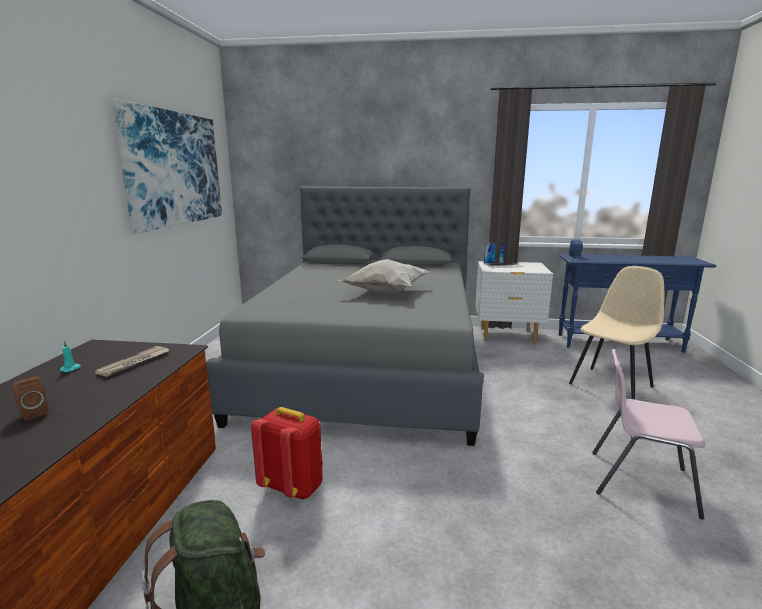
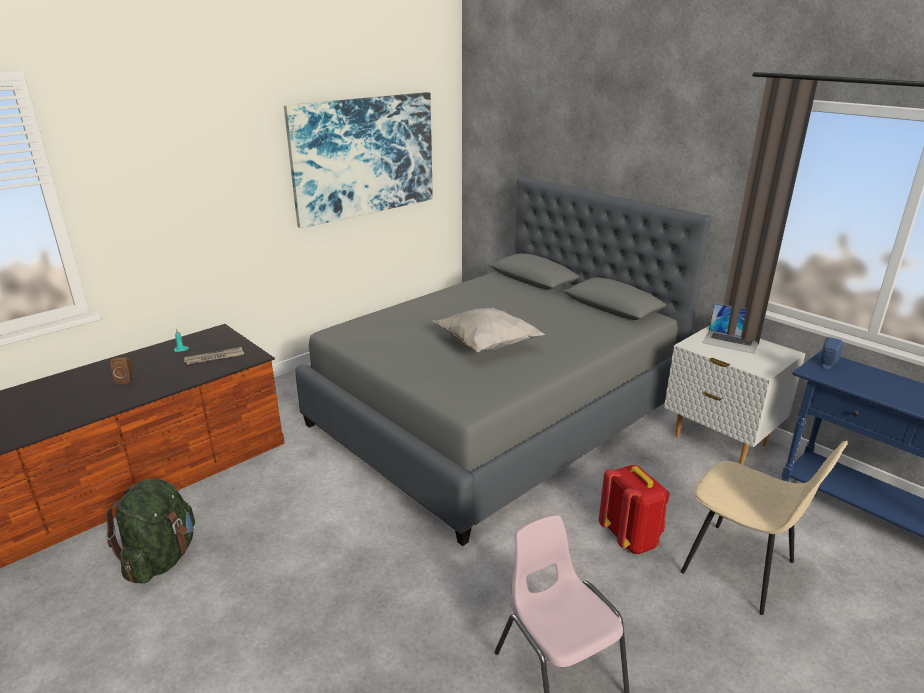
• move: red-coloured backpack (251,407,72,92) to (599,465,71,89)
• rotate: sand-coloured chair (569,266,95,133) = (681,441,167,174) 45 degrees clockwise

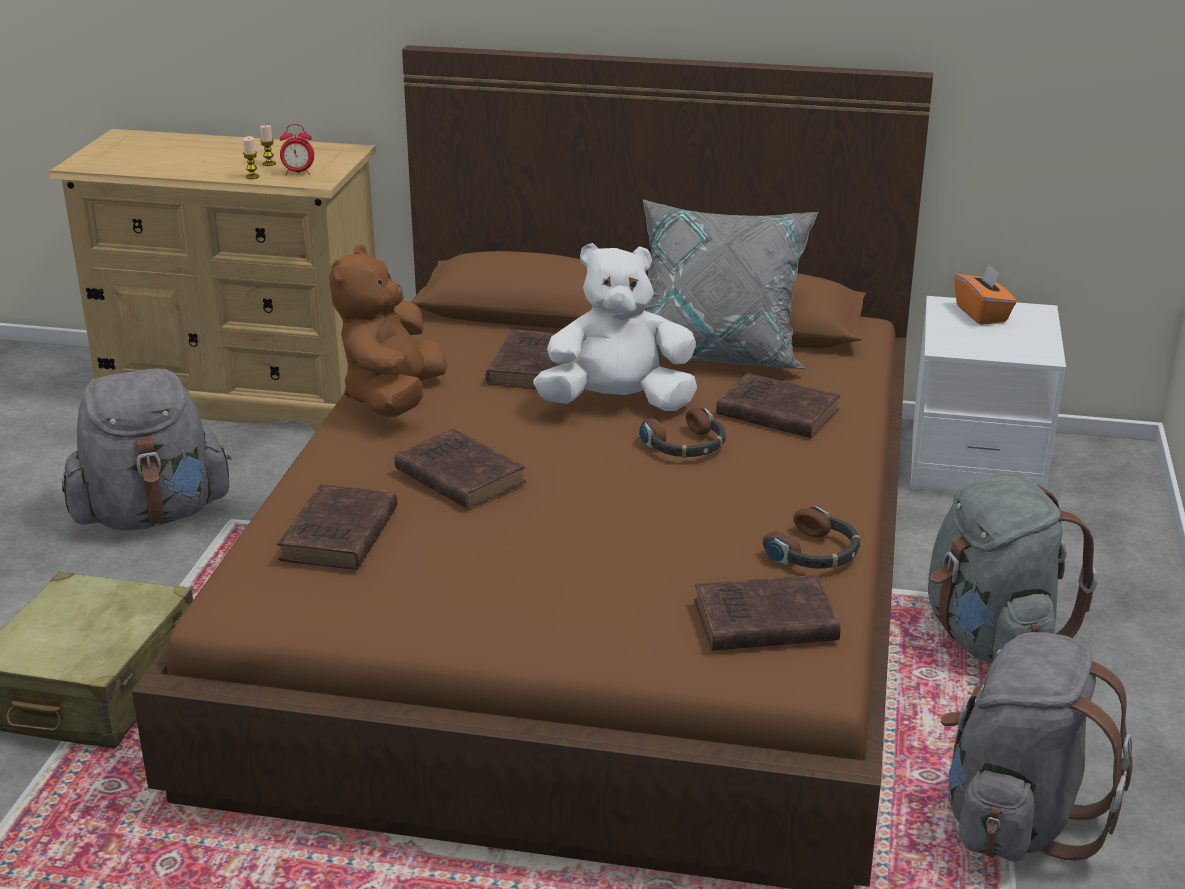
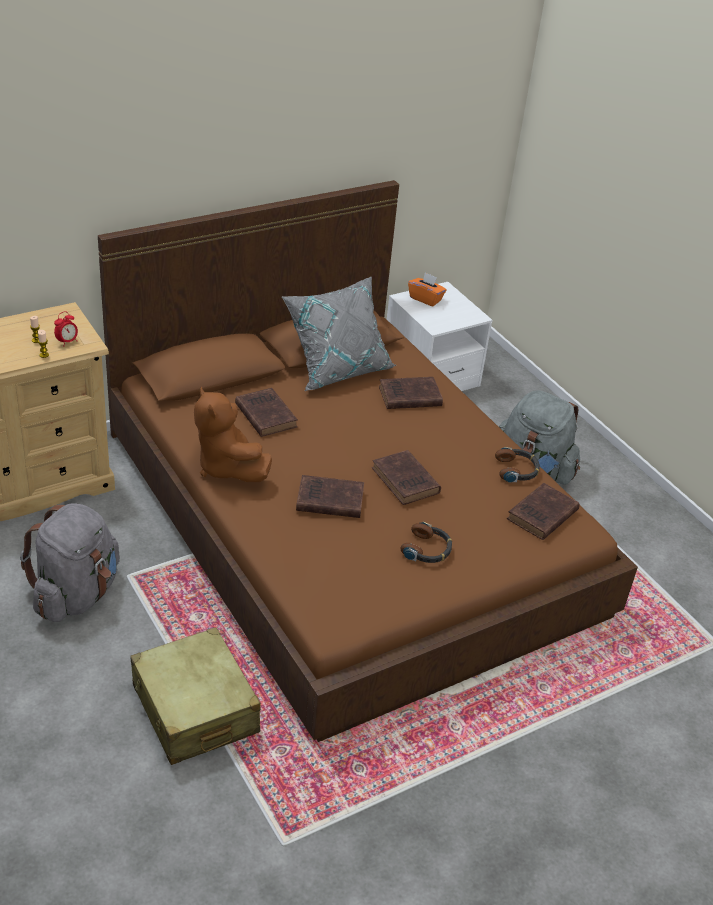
• delete: white-coloured plush toy (534,243,163,168)
• delete: gray backpack (941,632,192,230)
• move: brownish volume (277,484,121,86) to (372,450,69,55)
• move: headphones (639,408,87,50) to (400,522,52,41)

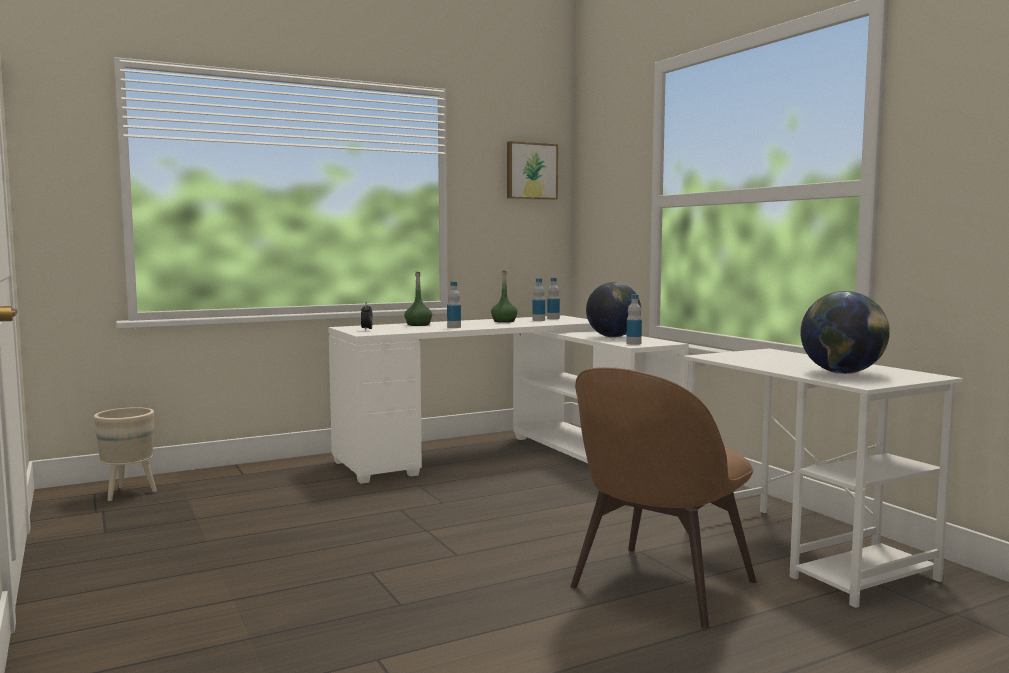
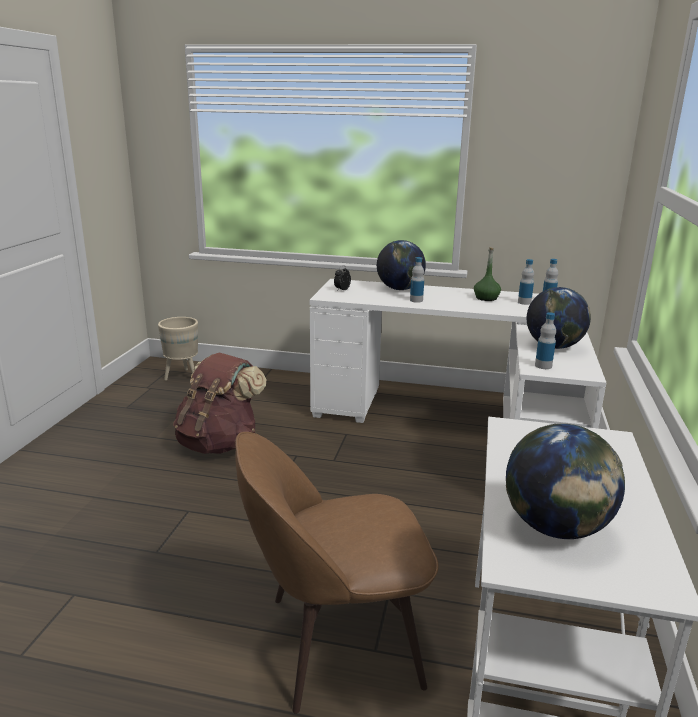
• delete: wall picture (507,141,51,59)
• insert: brownish backpack (173,352,94,102)
• replace: green bottle (404,272,28,54) to globe (377,240,49,50)

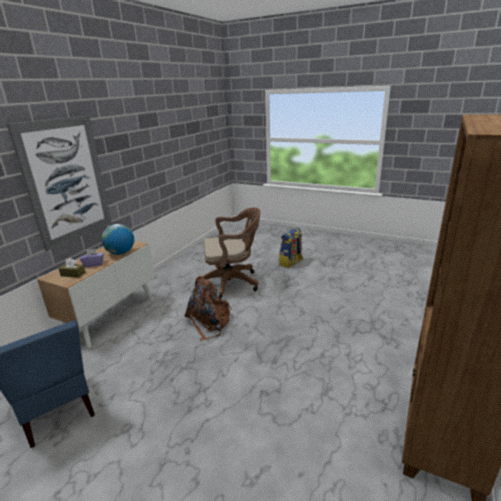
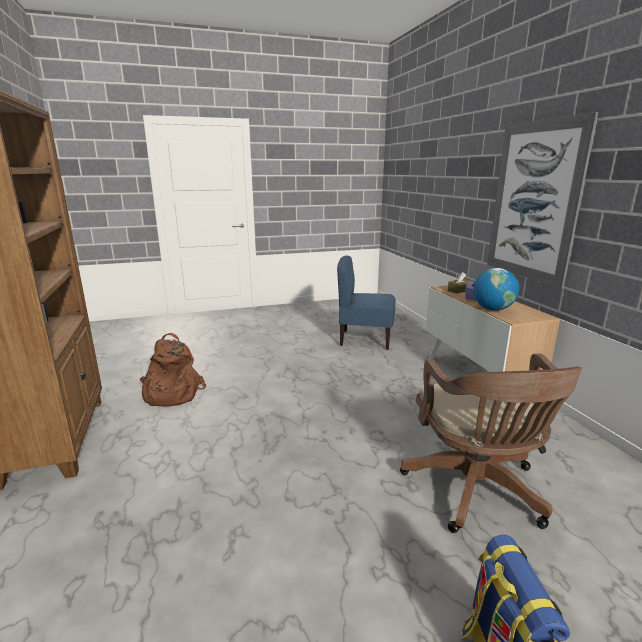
• move: brownish backpack (185,276,47,65) to (140,333,66,73)
• rotate: brownish office chair (196,207,65,93) = (400,353,182,180) 45 degrees counterclockwise

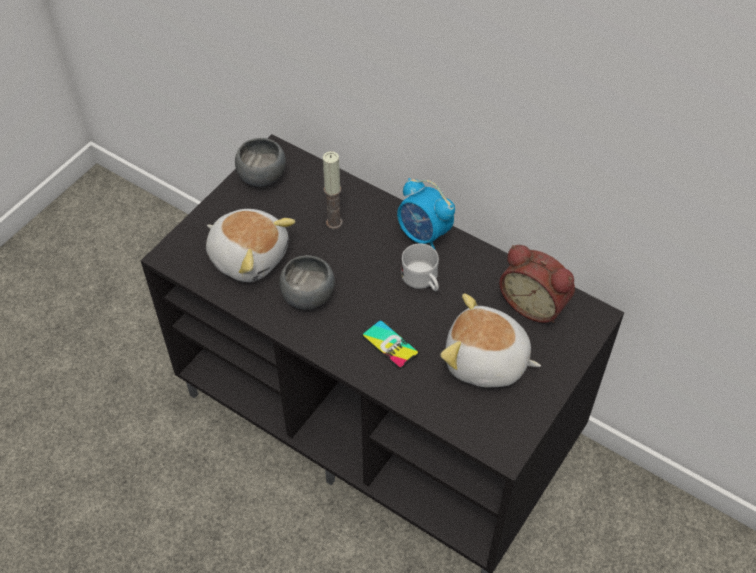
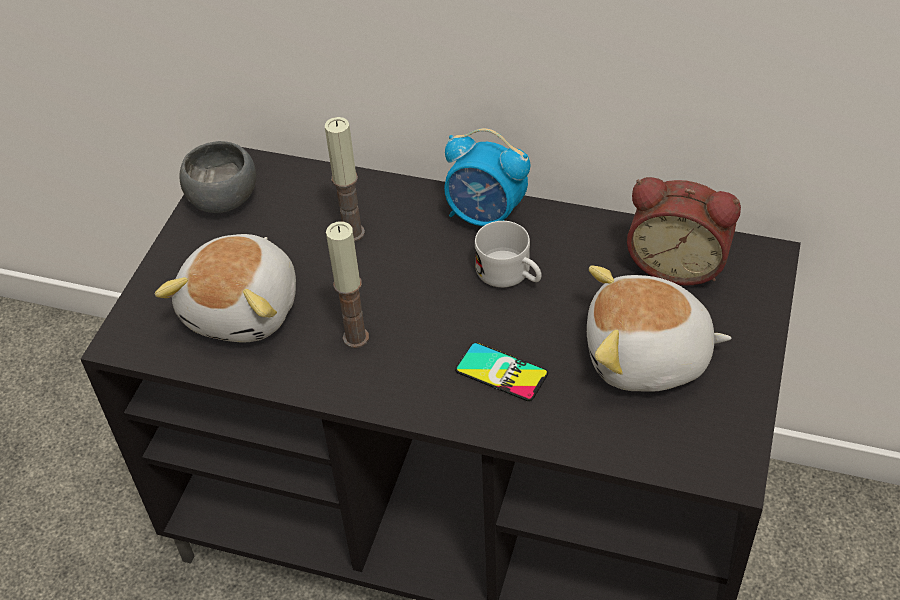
• replace: gray serving bowl (279,255,56,55) to wax candle (326,222,43,126)
• rotate: plush toy (206,209,90,73) = (155,234,141,108) 90 degrees clockwise

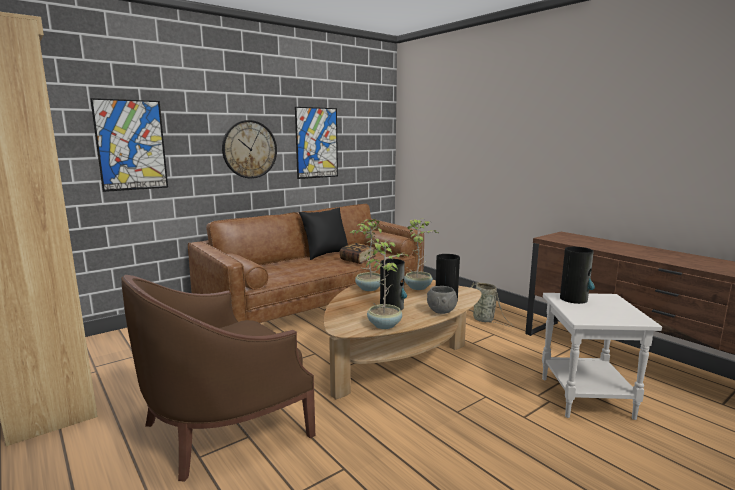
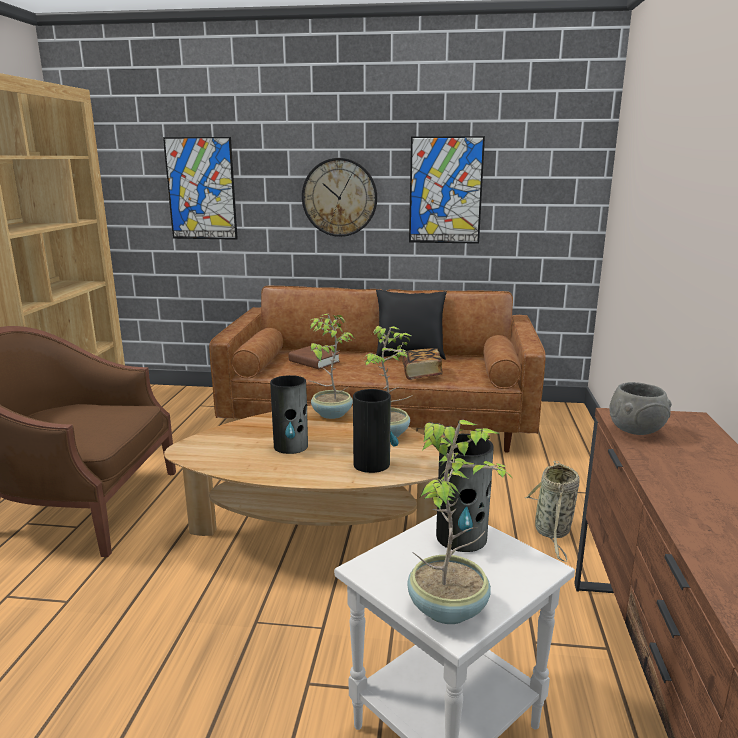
• insert: brownish volume (288,346,52,23)
• move: plant in a pot (365,240,43,89) to (407,420,107,204)
• move: gray serving bowl (427,286,30,28) to (609,382,63,53)

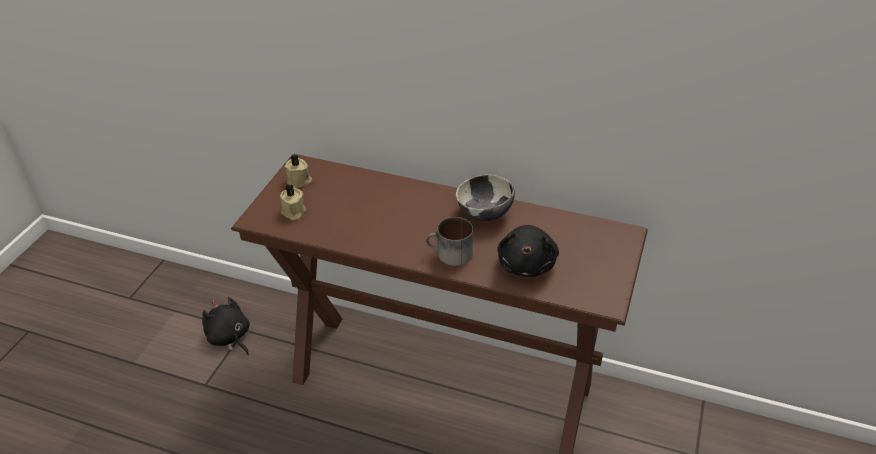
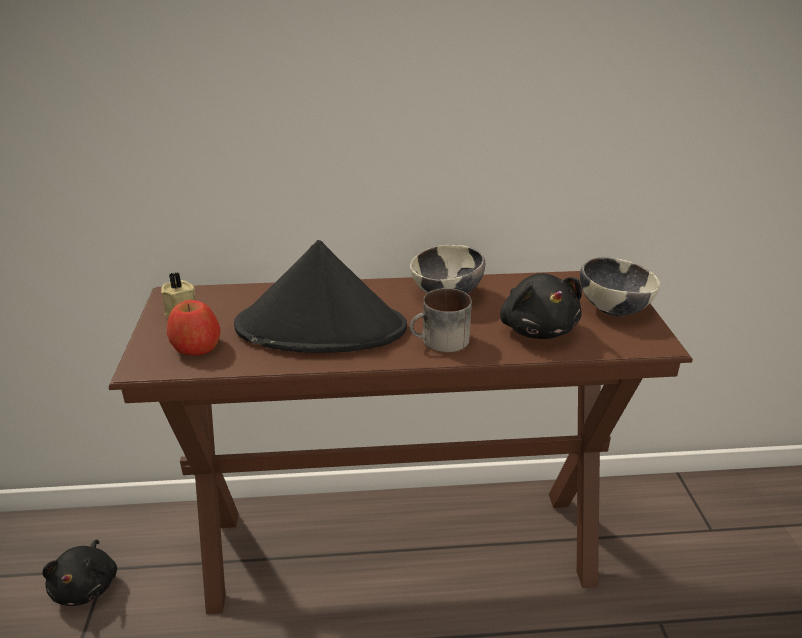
• insert: blackish hat (234,240,173,113)
• insert: serving bowl (580,257,80,59)
• replace: sand-coloured wax candle (280,185,26,35) to apple fruit (167,300,54,56)
• rotate: blackish plush toy (202,297,48,58) = (42,540,75,66) 120 degrees counterclockwise

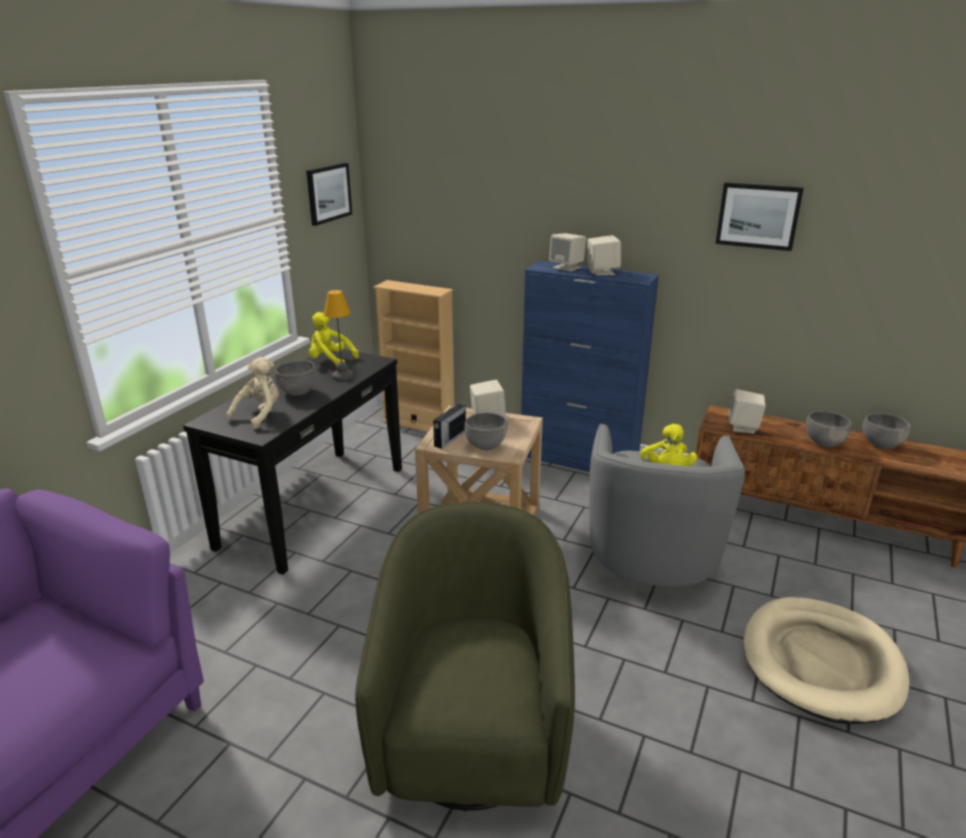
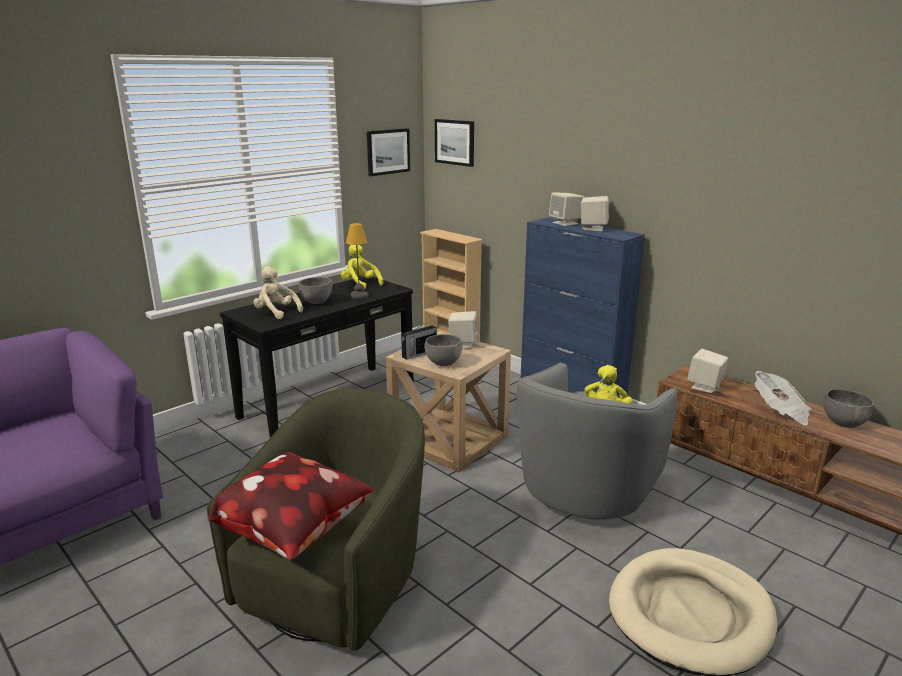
• insert: cushion (207,452,168,108)
• move: wall picture (715,182,89,69) to (435,119,39,48)
• replace: gray serving bowl (806,411,46,36) to printed paper (755,371,56,54)
• rotate: sand-coloured plush toy (226,357,53,72) = (253,266,50,53) 105 degrees counterclockwise

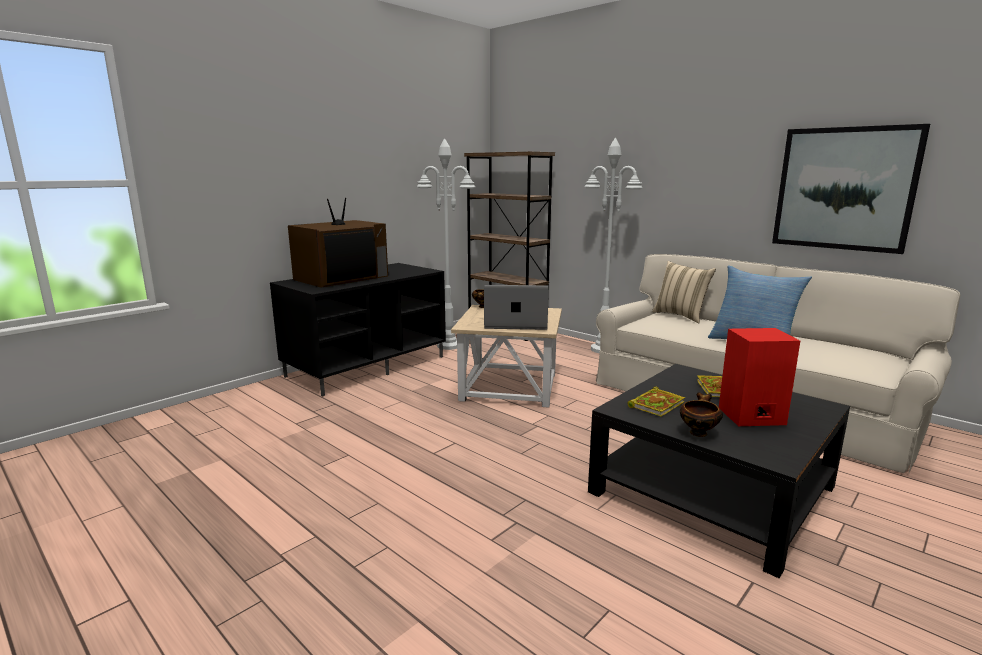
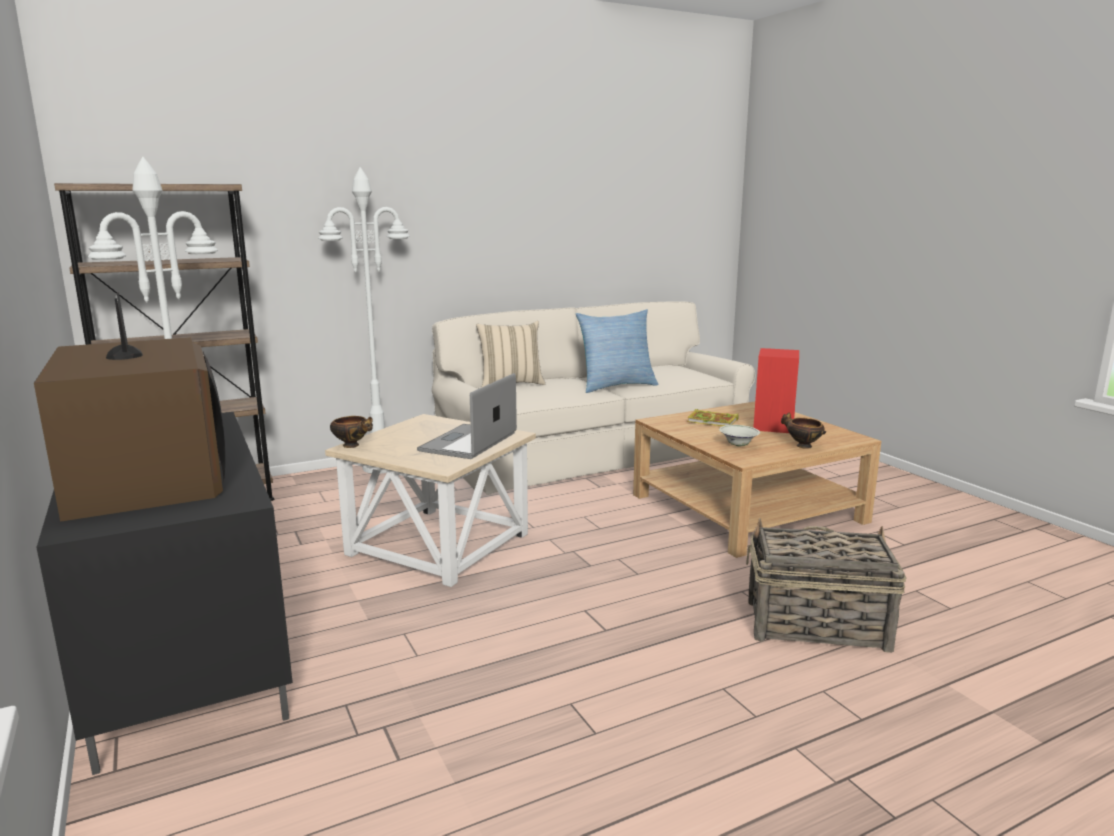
• delete: wall picture (772,124,158,130)
• insert: storage basket (746,518,160,135)
• replace: volume (627,386,58,31) to white-coloured serving bowl (719,425,41,21)
• recolor: blackish lounge table (588,364,262,214) to sand-coloured lounge table (633,402,248,156)

